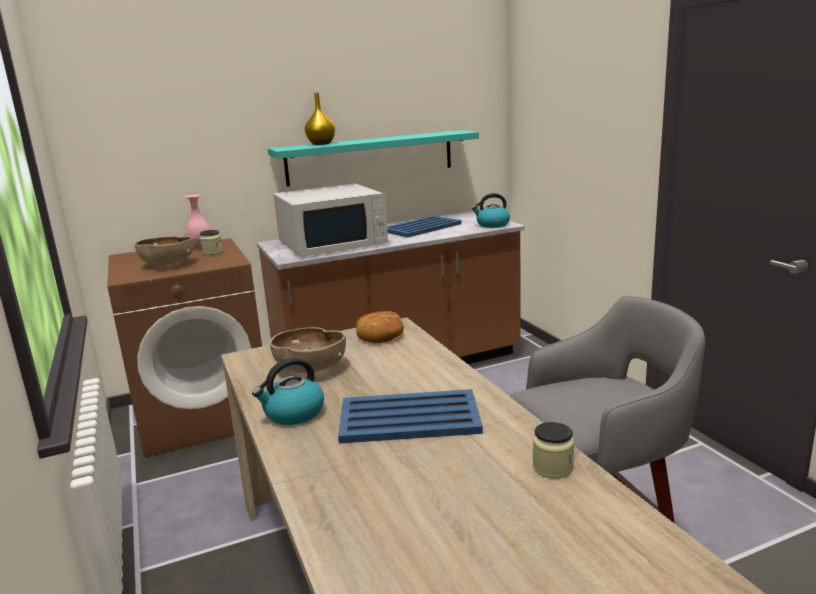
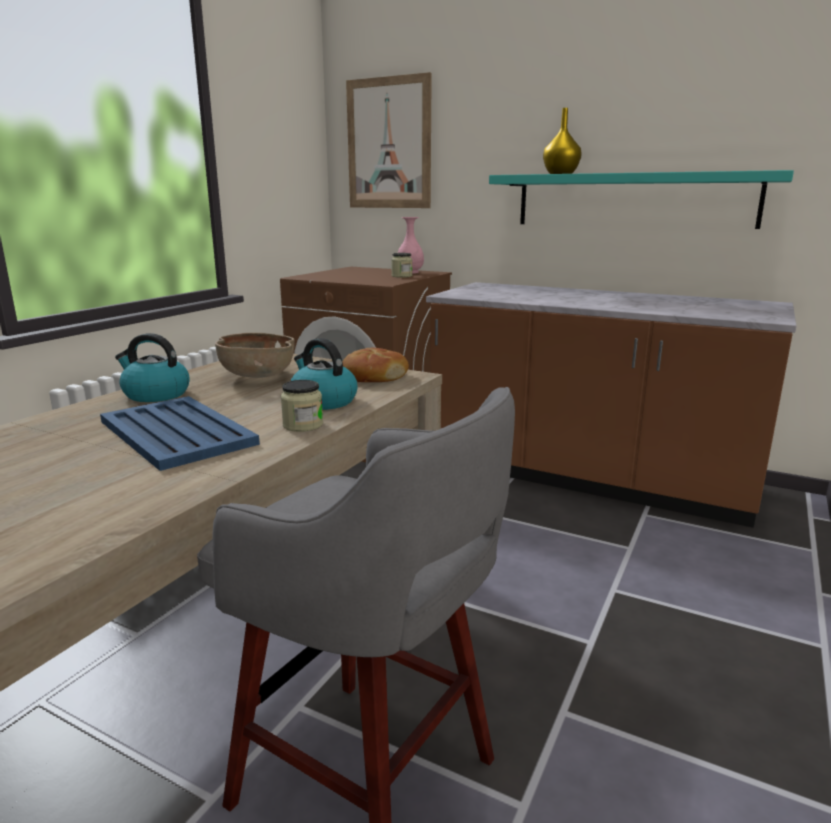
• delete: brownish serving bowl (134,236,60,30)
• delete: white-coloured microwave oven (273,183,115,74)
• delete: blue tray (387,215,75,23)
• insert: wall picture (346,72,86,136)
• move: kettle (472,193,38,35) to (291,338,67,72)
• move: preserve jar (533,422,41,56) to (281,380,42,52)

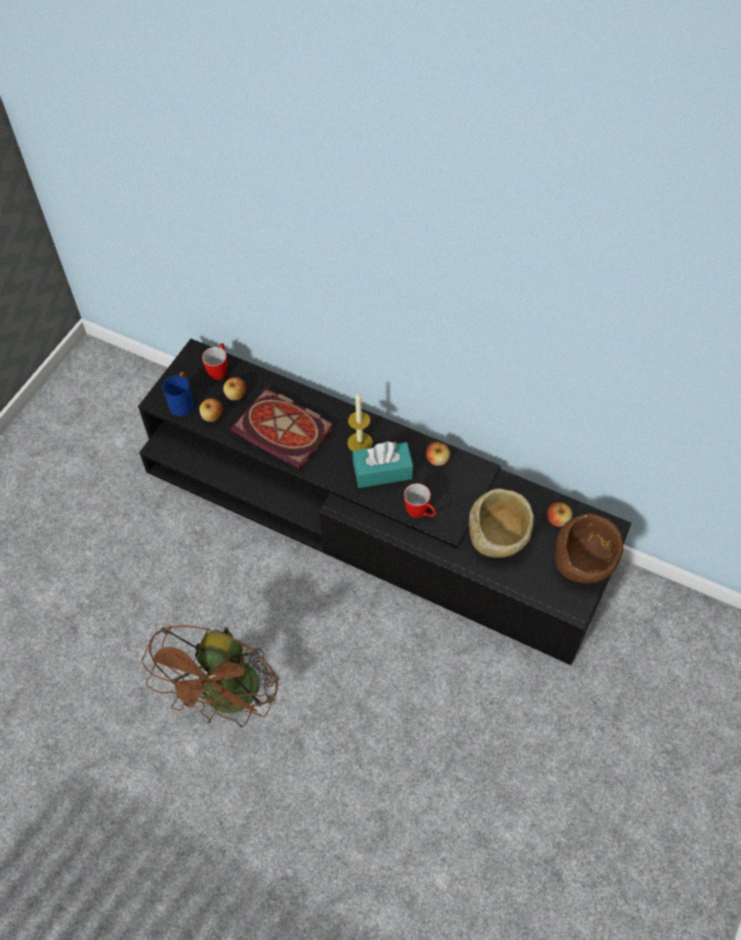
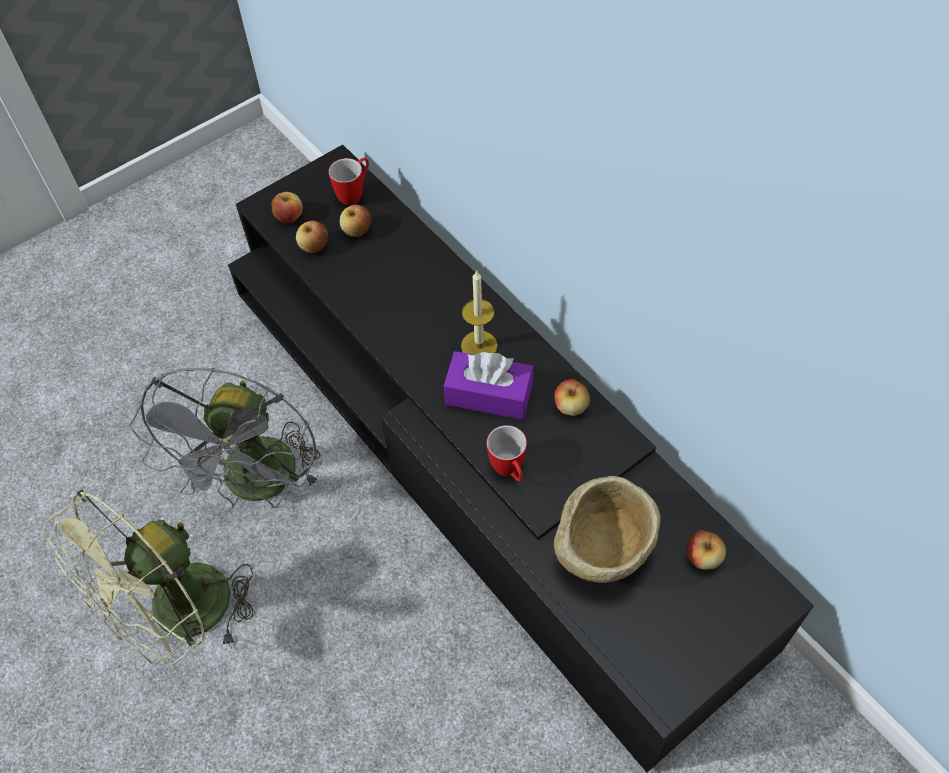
• delete: volume (231,388,103,82)
• delete: brownish serving bowl (555,513,68,70)
• insert: gray cooling fan (130,368,191,142)
• replace: blue coffee mug (163,372,31,44) to apple fruit (271,192,32,31)
• recolor: brownish cooling fan (141,625,138,102) to green cooling fan (43,489,210,176)
• recolor: turquoise tissue holder (353,441,60,47) to purple-coloured tissue holder (444,351,89,69)

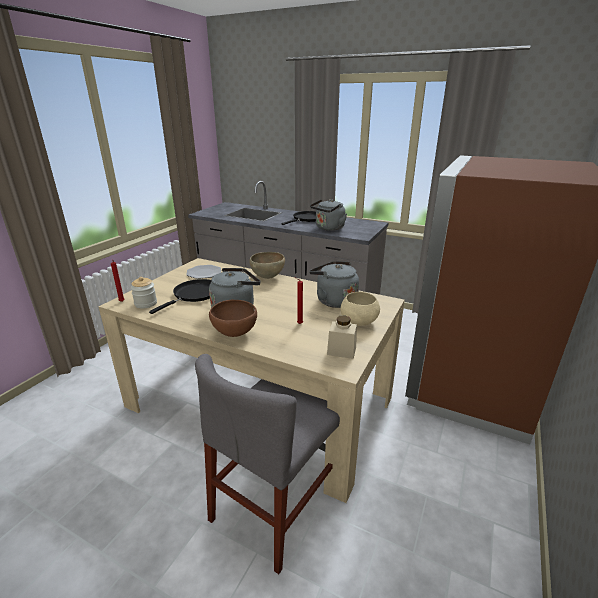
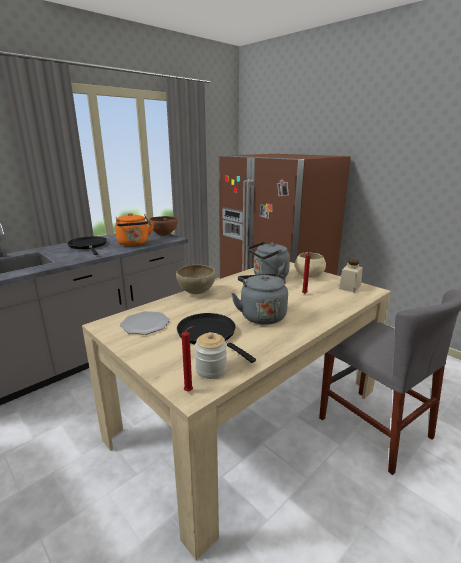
• move: brownish serving bowl (209,299,48,38) to (149,216,29,20)
• recolor: gray kettle (310,199,37,32) to orange-coloured kettle (115,213,39,33)

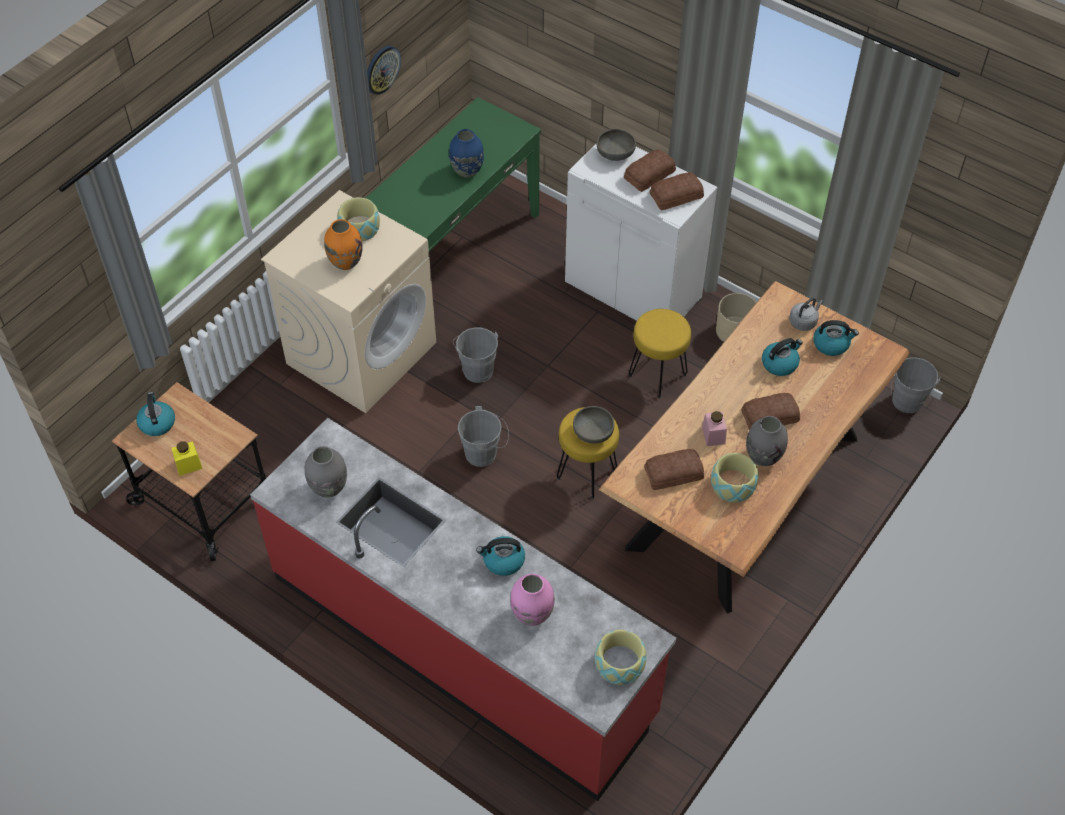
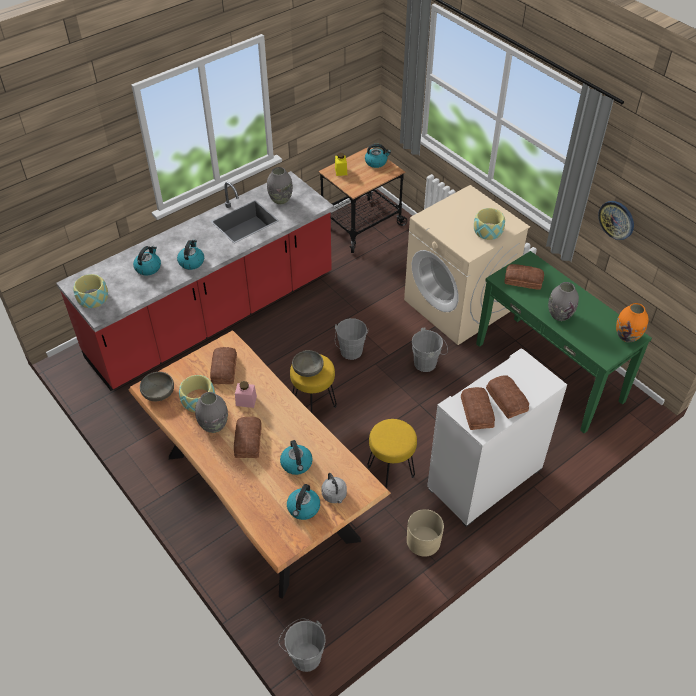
• insert: bakery bread (504,264,40,26)
• move: orange-coloured vase (324,219,38,51) to (616,303,33,40)
• move: gray serving bowl (597,129,39,32) to (140,372,34,29)
• replace: pink vase (510,574,45,52) to kettle (133,246,28,30)
• recolor: blue vase (449,129,35,49) to gray vase (548,282,31,39)

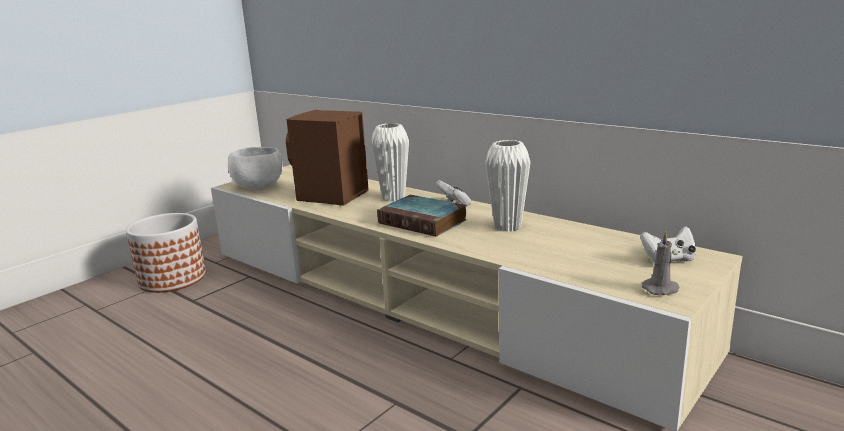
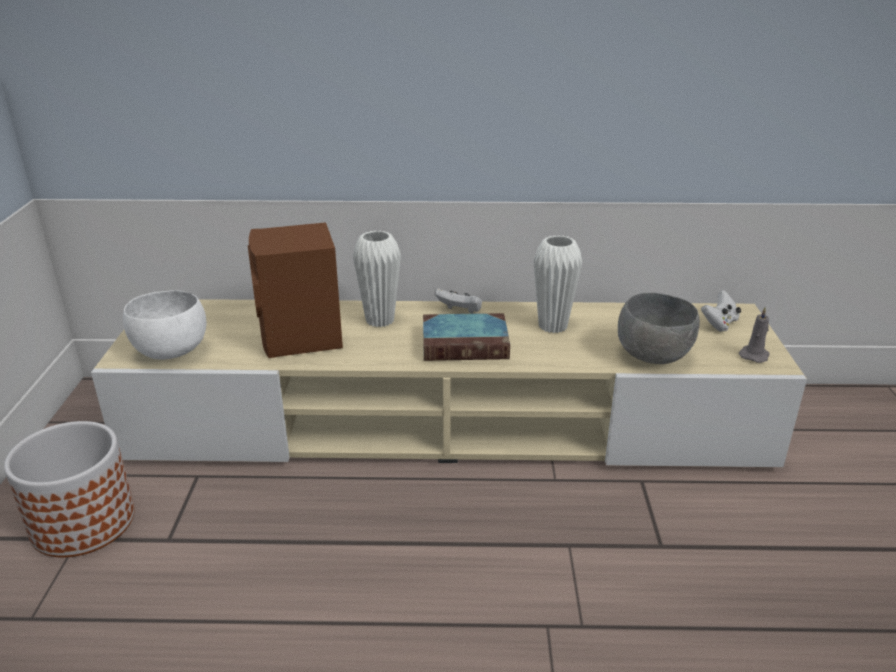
• insert: gray serving bowl (618,293,82,71)

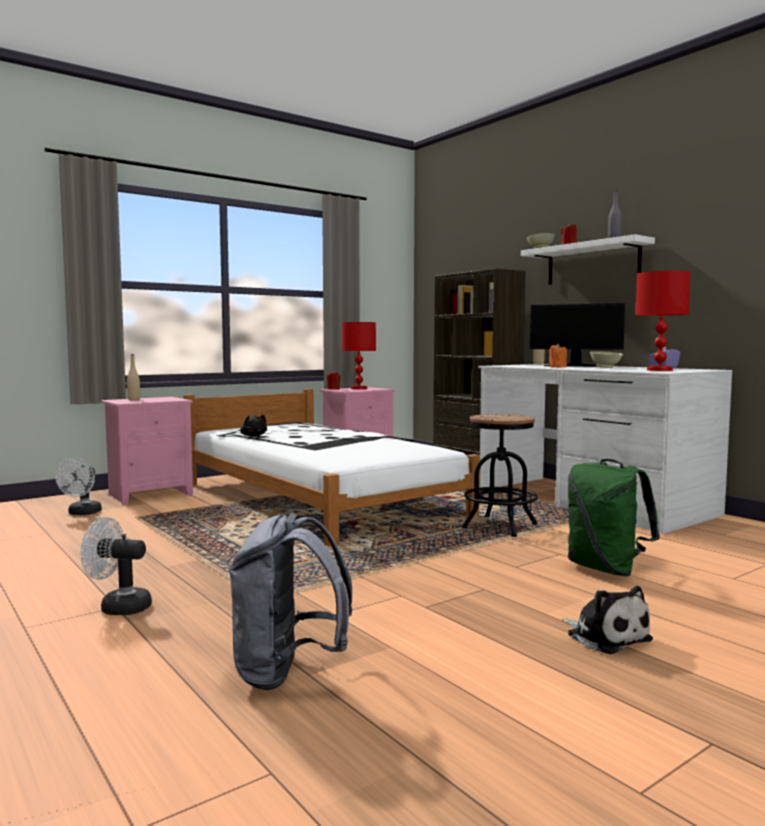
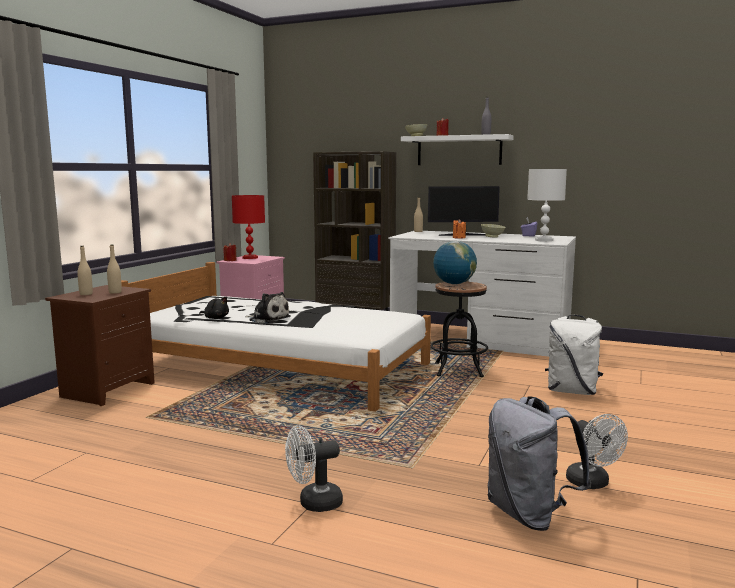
• insert: sand-coloured bottle (107,245,15,49)
• insert: globe (433,241,44,43)
• move: white-coloured cooling fan (55,457,47,58) to (566,414,62,75)
• move: plush toy (562,586,91,68) to (245,292,45,32)
• recolor: pink nightstand (101,397,92,108) to brownish nightstand (45,285,110,121)
• recolor: green backpack (568,459,92,117) to white-coloured backpack (545,315,58,80)
• recolor: red-coloured tabletop lamp (635,270,56,101) to white-coloured tabletop lamp (527,169,40,72)

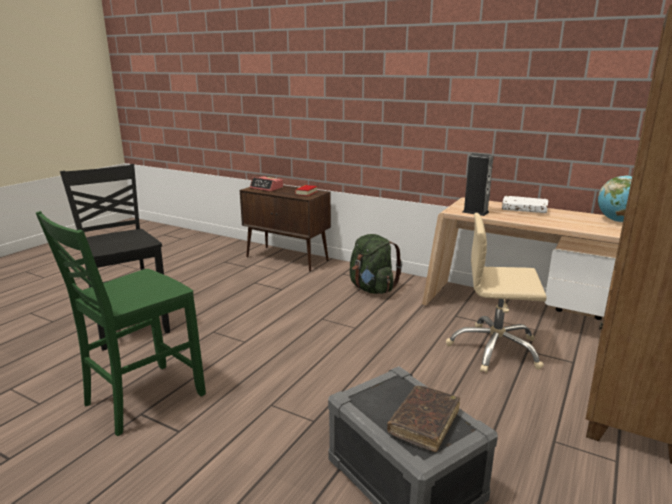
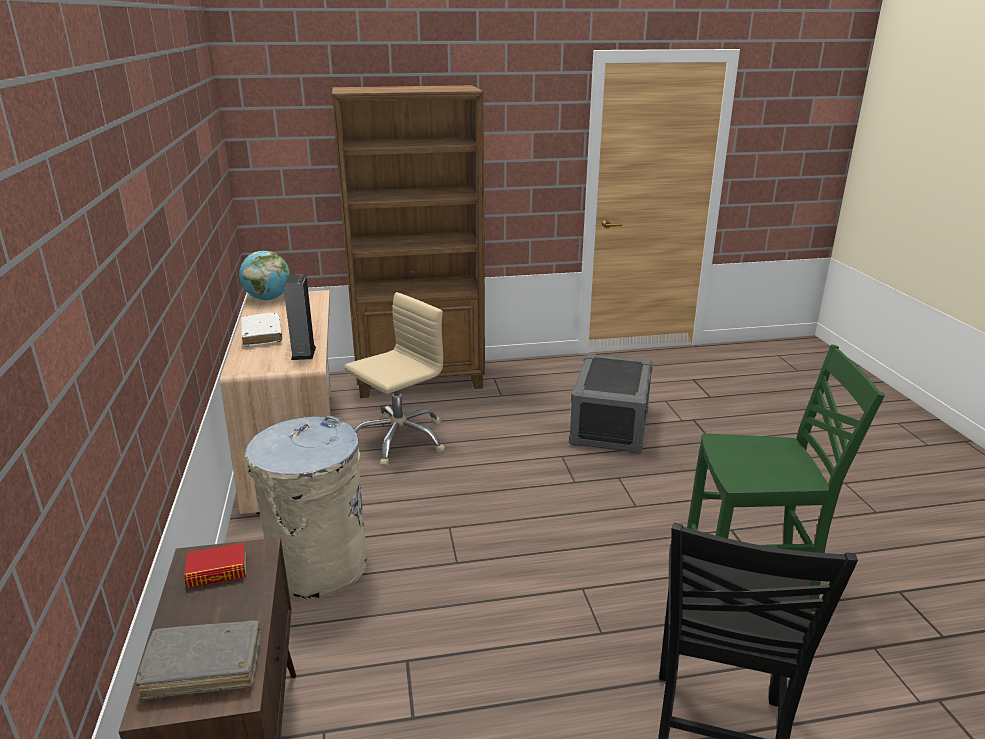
• delete: brownish volume (387,386,73,66)
• replace: alarm clock (250,176,33,15) to gray volume (135,620,126,81)
• replace: green backpack (350,234,52,60) to sand-coloured rubbish bin (245,415,122,184)
• rotate: sand-coloured office chair (446,213,101,160) = (344,292,101,174) 105 degrees counterclockwise

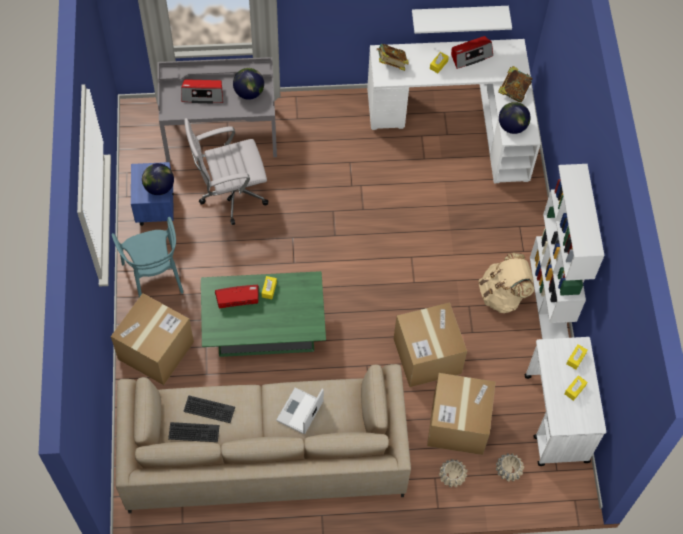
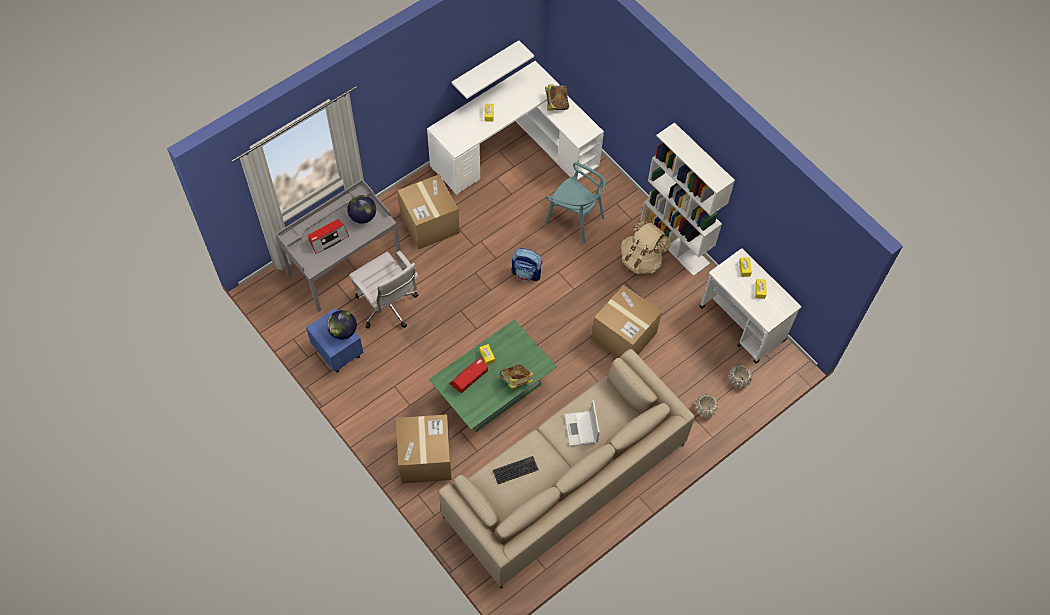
• delete: computer keyboard (168,422,51,20)
• delete: radio (451,36,42,33)
• delete: globe (499,102,32,32)
• insert: backpack (512,248,31,33)
• move: turquoise chair (112,217,72,80) to (545,162,60,81)
• move: volume (377,44,32,27) to (499,364,35,25)
• move: carton (427,373,69,82) to (397,174,63,76)
• rotate: white-coloured office chair (184,118,84,107) = (349,251,70,78) 75 degrees counterclockwise

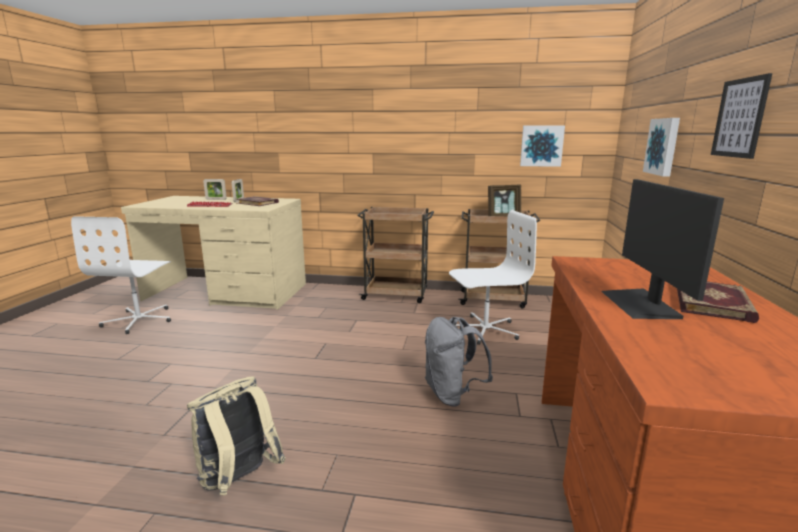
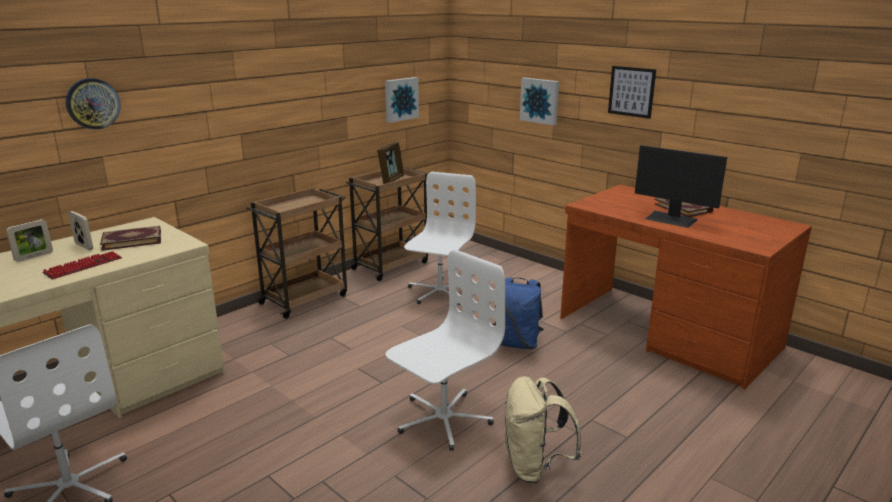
• insert: hanging clock (66,78,55,51)
• insert: white-coloured office chair (386,249,119,202)
• recolor: gray backpack (425,317,68,89) to blue backpack (493,277,51,72)

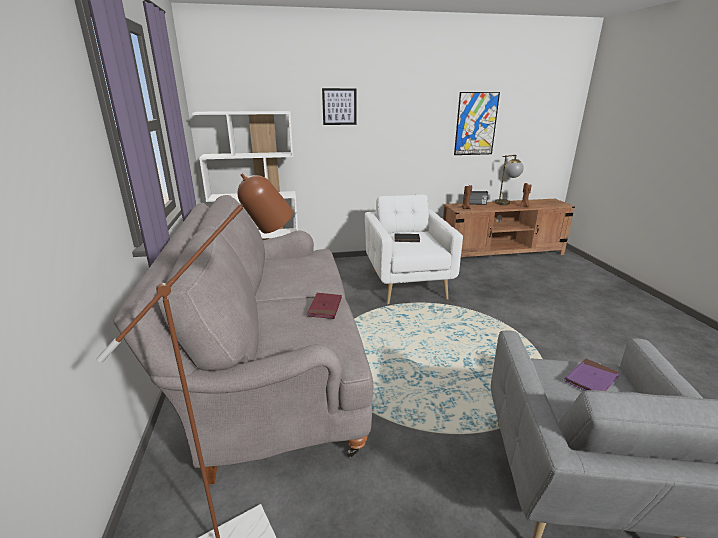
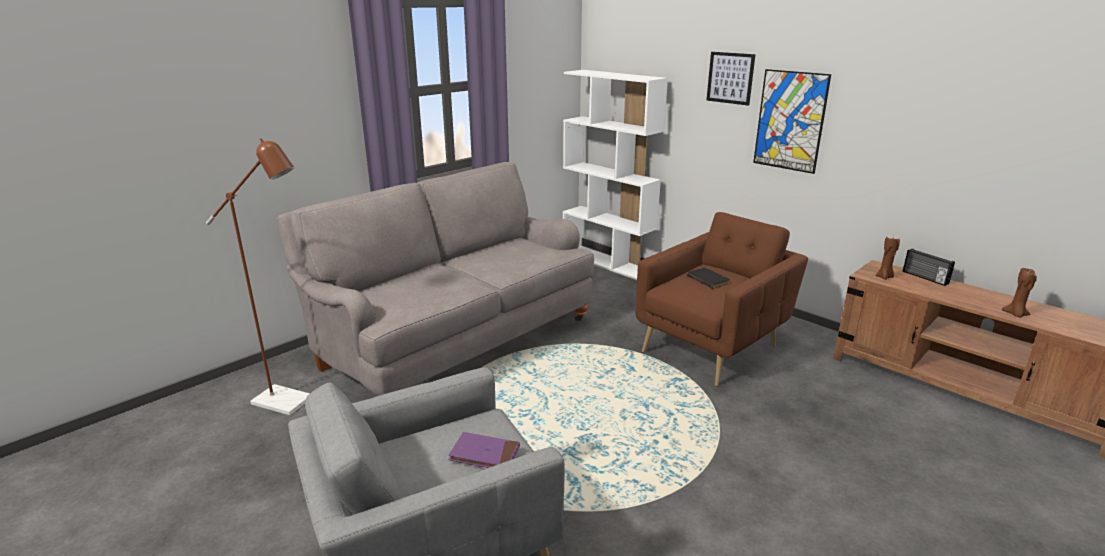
• delete: red-coloured volume (307,293,35,26)
• delete: tabletop lamp (495,155,29,50)
• move: wall picture (454,92,46,63) to (753,69,78,105)
• recolor: white-coloured armchair (365,194,98,111) to brownish armchair (635,212,173,175)

